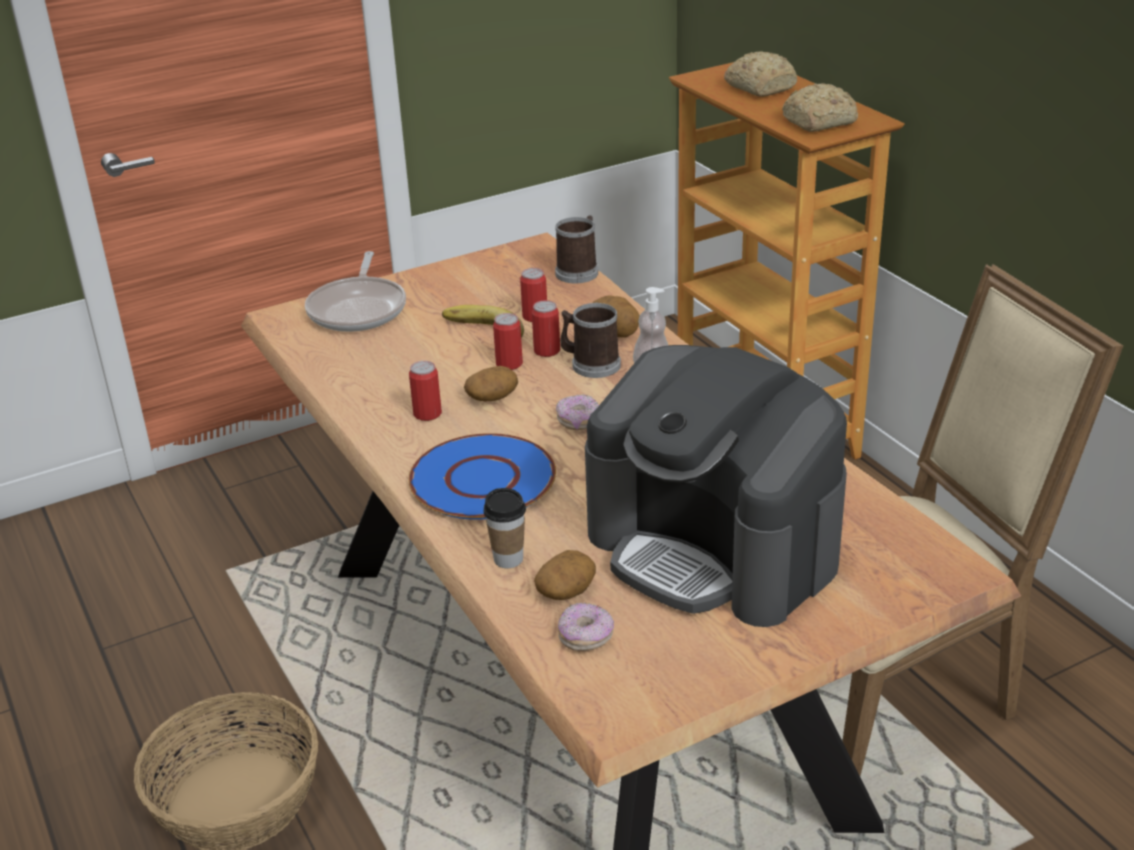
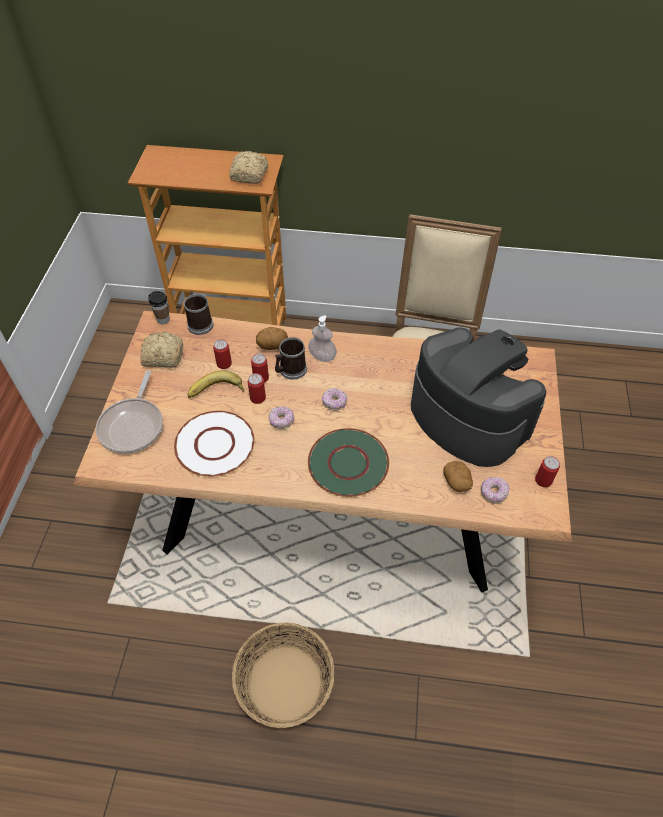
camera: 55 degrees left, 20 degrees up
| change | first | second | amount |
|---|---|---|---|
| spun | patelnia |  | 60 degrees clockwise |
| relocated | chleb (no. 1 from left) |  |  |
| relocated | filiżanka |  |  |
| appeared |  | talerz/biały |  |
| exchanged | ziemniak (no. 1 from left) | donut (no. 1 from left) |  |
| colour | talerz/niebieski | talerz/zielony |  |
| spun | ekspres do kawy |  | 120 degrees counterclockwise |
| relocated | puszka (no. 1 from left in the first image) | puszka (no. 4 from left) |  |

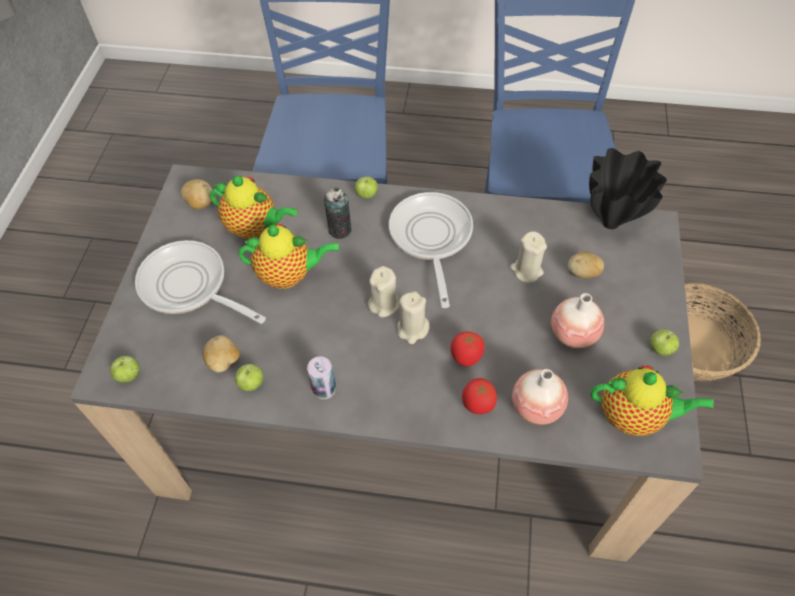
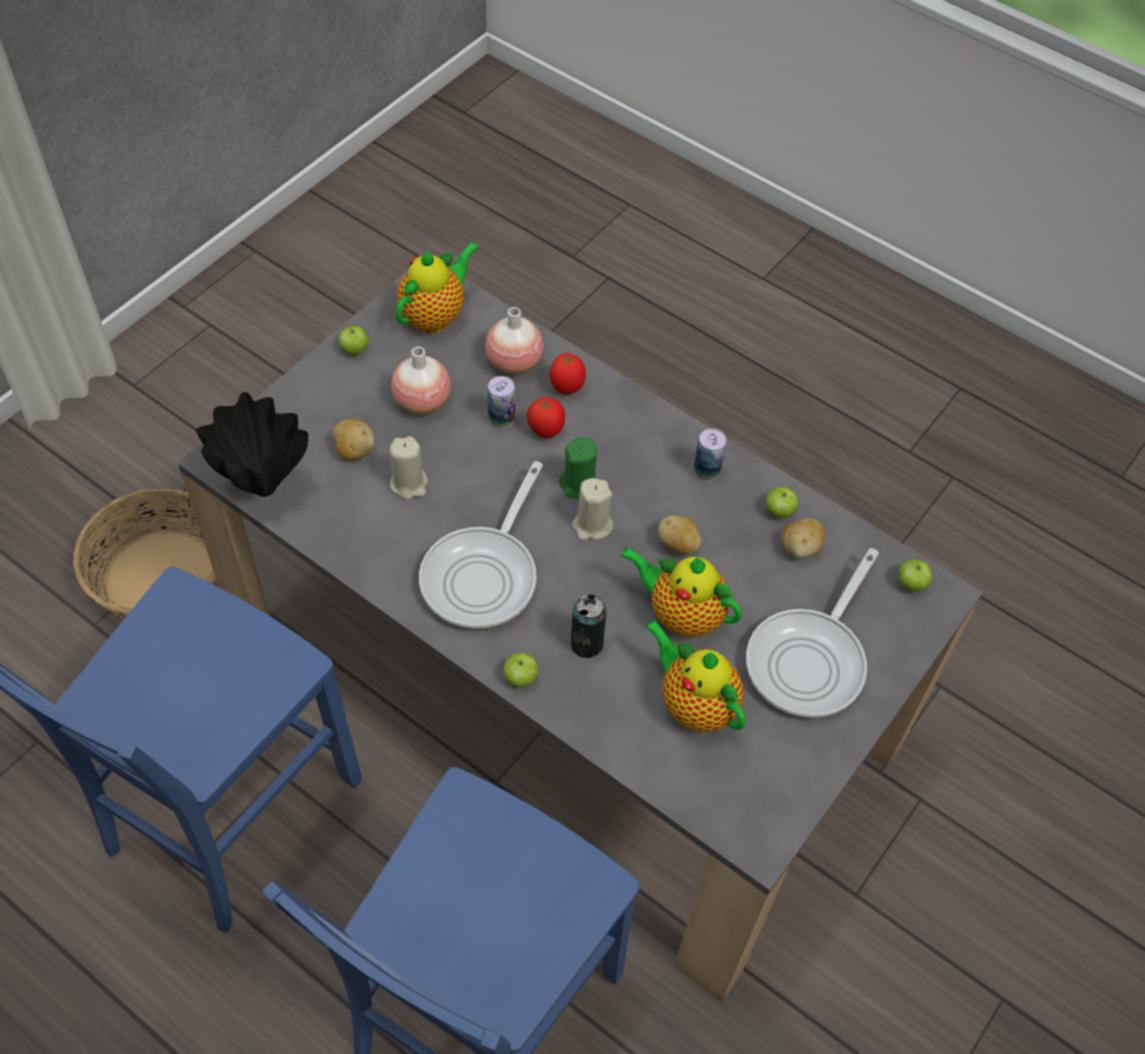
camera: 155 degrees left, 0 degrees up
| change | first | second | amount |
|---|---|---|---|
| spun | imbryk (no. 3 from left in the first image) | imbryk (no. 1 from left) | 90 degrees clockwise |
| appeared |  | puszka (no. 1 from left) |  |
| colour | świeca/beżowy (no. 2 from left) | świeca/zielony |  |
| relocated | ziemniak (no. 1 from left in the first image) | ziemniak (no. 2 from left) |  |
| spun | patelnia (no. 1 from left in the first image) | patelnia (no. 2 from left) | 60 degrees clockwise |

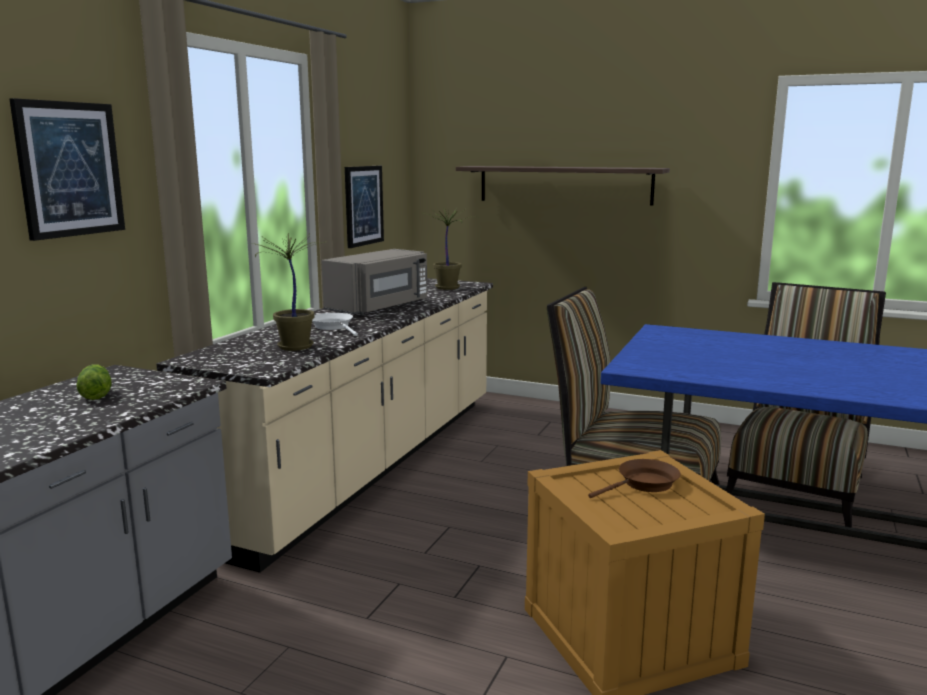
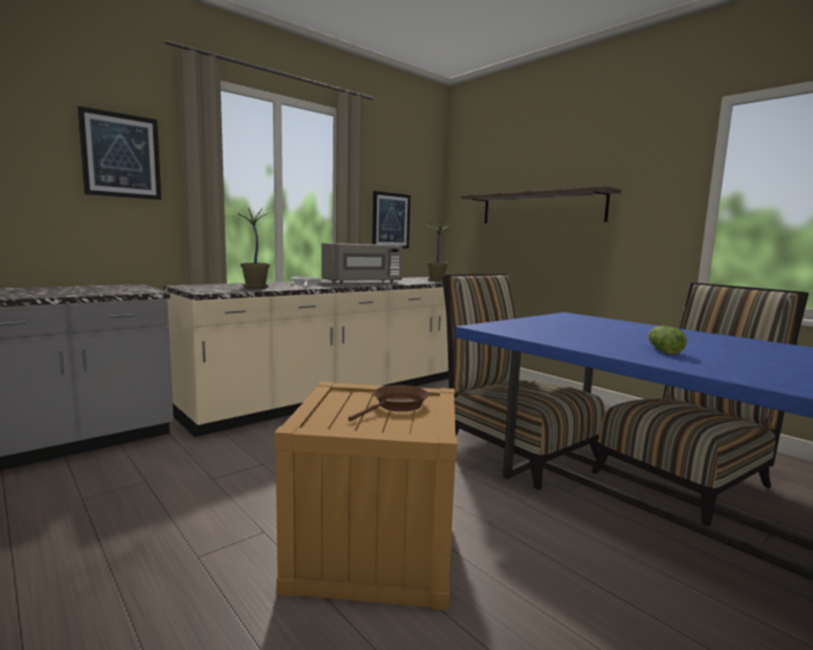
camera: 25 degrees right, 5 degrees down
| change | first | second | amount |
|---|---|---|---|
| spun | patelnia/brązowy |  | 45 degrees counterclockwise |
| relocated | sałata |  |  |

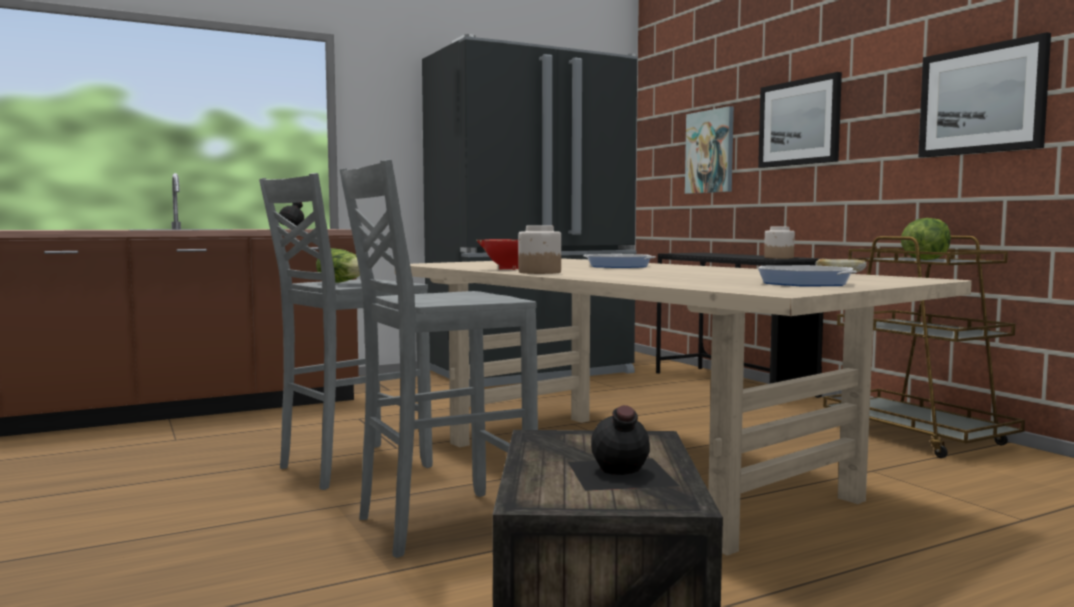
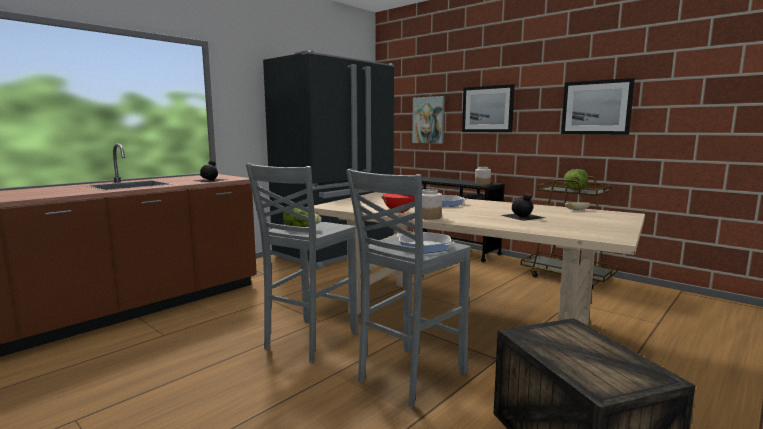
camera: 20 degrees left, 5 degrees up
| change | first | second | amount |
|---|---|---|---|
| relocated | patelnia (no. 2 from left in the first image) | patelnia (no. 1 from left) |  |
| relocated | butelka/czarny (no. 2 from left) |  |  |

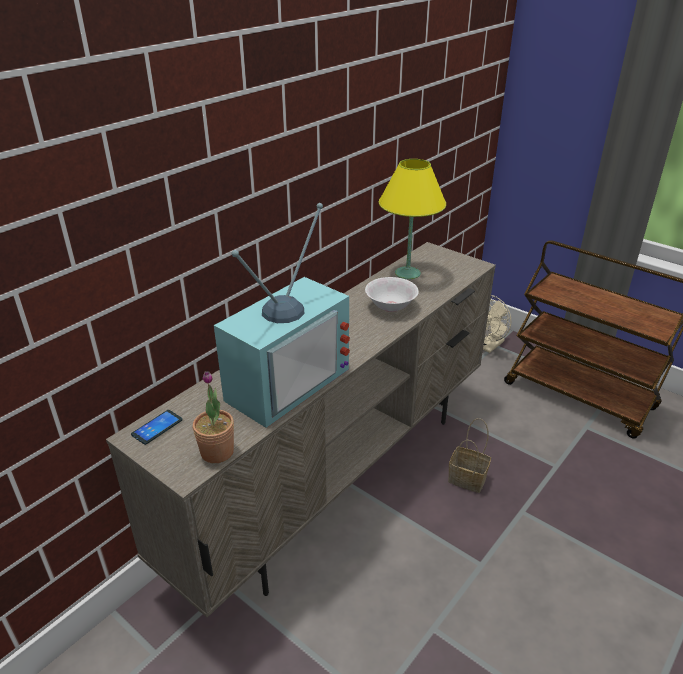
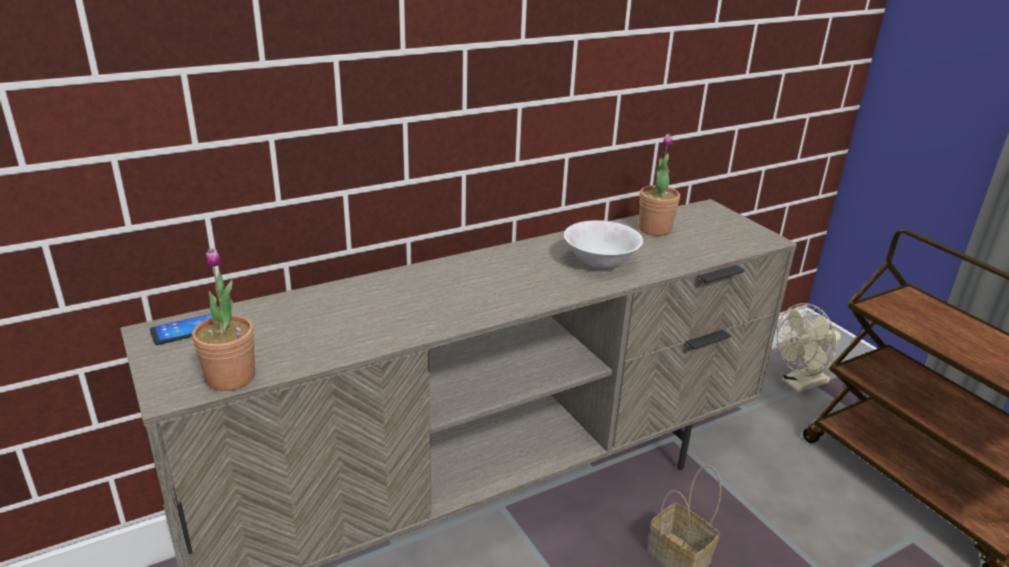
camera: 20 degrees right, 5 degrees down
| change | first | second | amount |
|---|---|---|---|
| exchanged | lampa stołowa/żółty | roślina doniczkowa (no. 2 from left) |  |
| missing | telewizor |  |  |

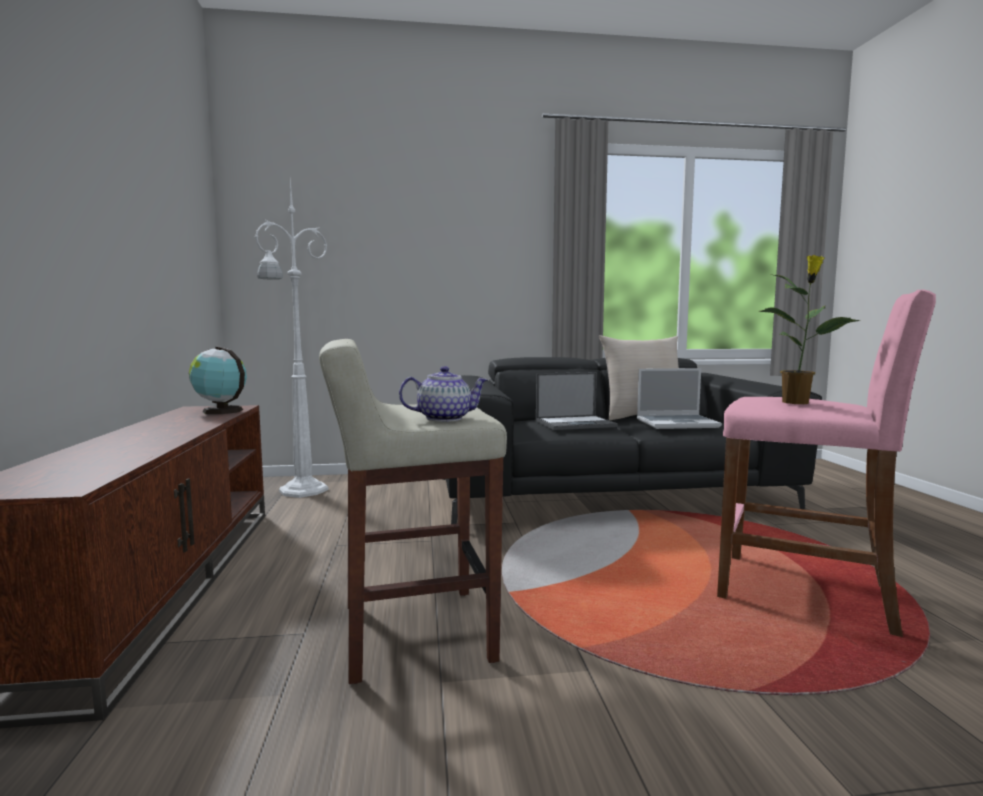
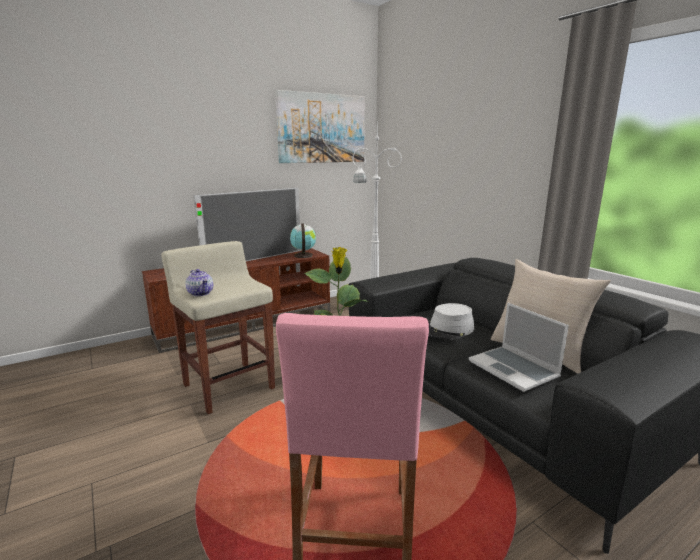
camera: 65 degrees right, 10 degrees up
| change | first | second | amount |
|---|---|---|---|
| appeared |  | telewizor |  |
| appeared |  | obraz |  |
| exchanged | laptop (no. 1 from left) | kapelusz/szary |  |

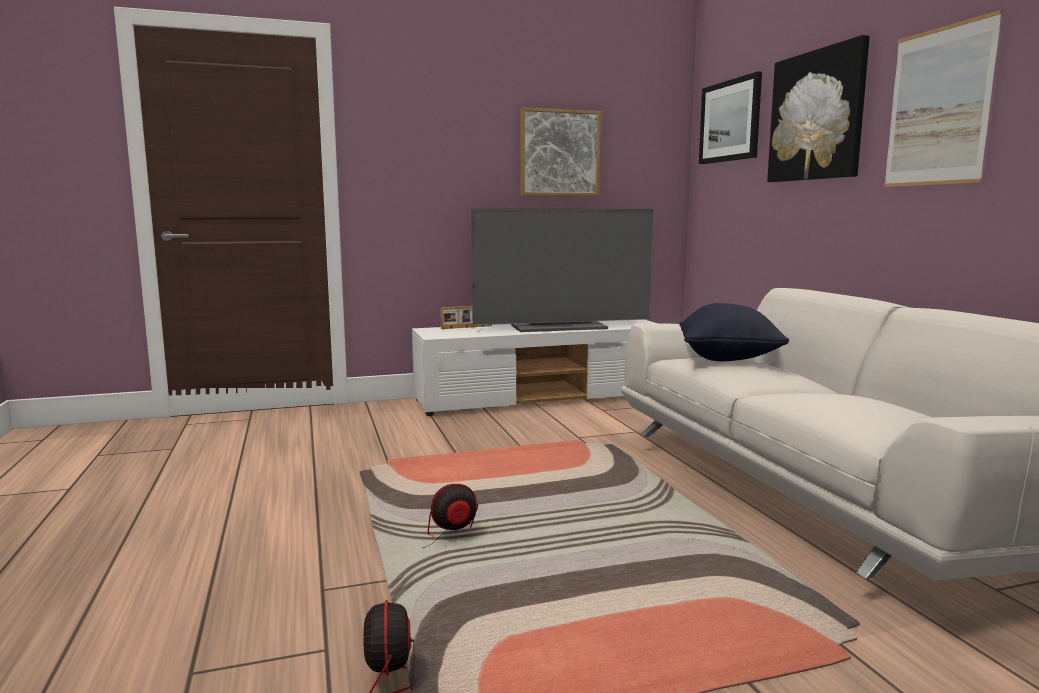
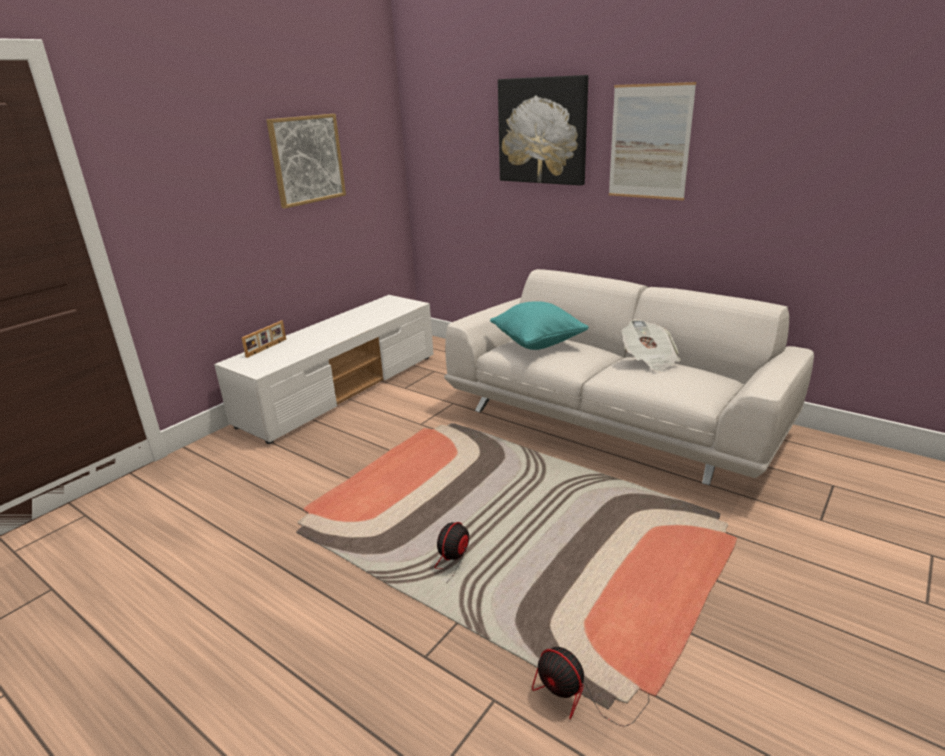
camera: 35 degrees left, 15 degrees up
| change | first | second | amount |
|---|---|---|---|
| colour | poduszka/czarny | poduszka/turkusowy |  |
| appeared |  | gazeta |  |
| missing | telewizor |  |  |
| missing | obraz (no. 2 from left) |  |  |

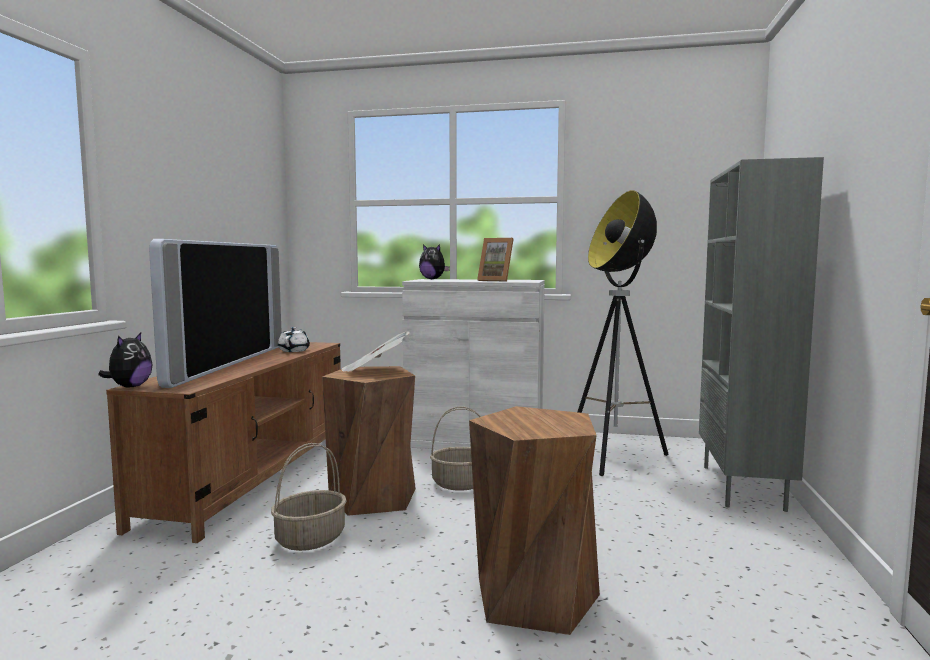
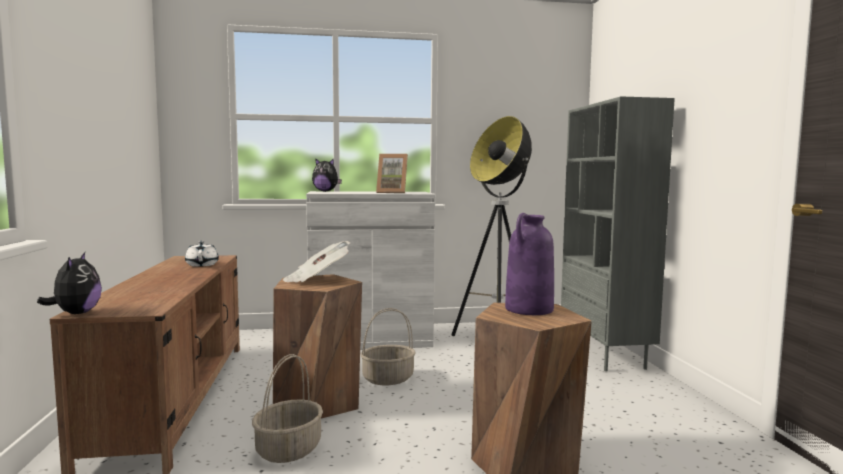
camera: 20 degrees left, 0 degrees up
| change | first | second | amount |
|---|---|---|---|
| appeared |  | wazon/fioletowy |  |
| missing | telewizor |  |  |

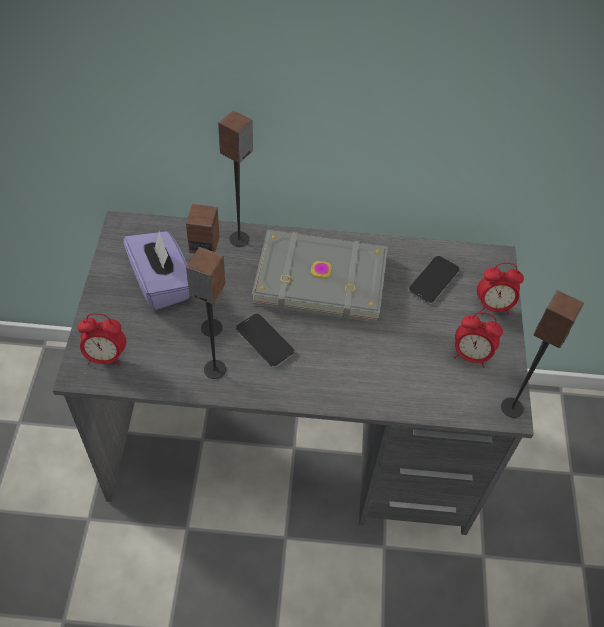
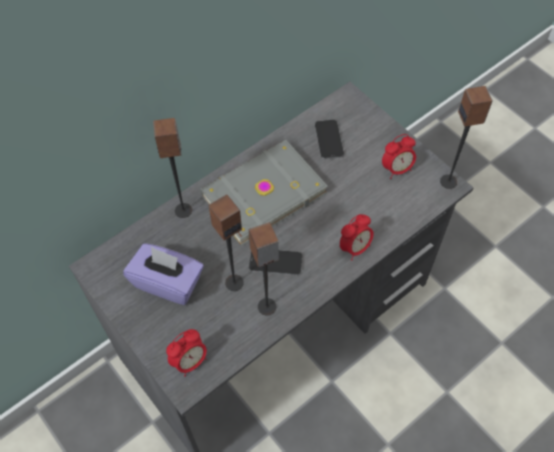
camera: 40 degrees left, 5 degrees up
| change | first | second | amount |
|---|---|---|---|
| relocated | budzik (no. 3 from left in the first image) | budzik (no. 2 from left) |  |

